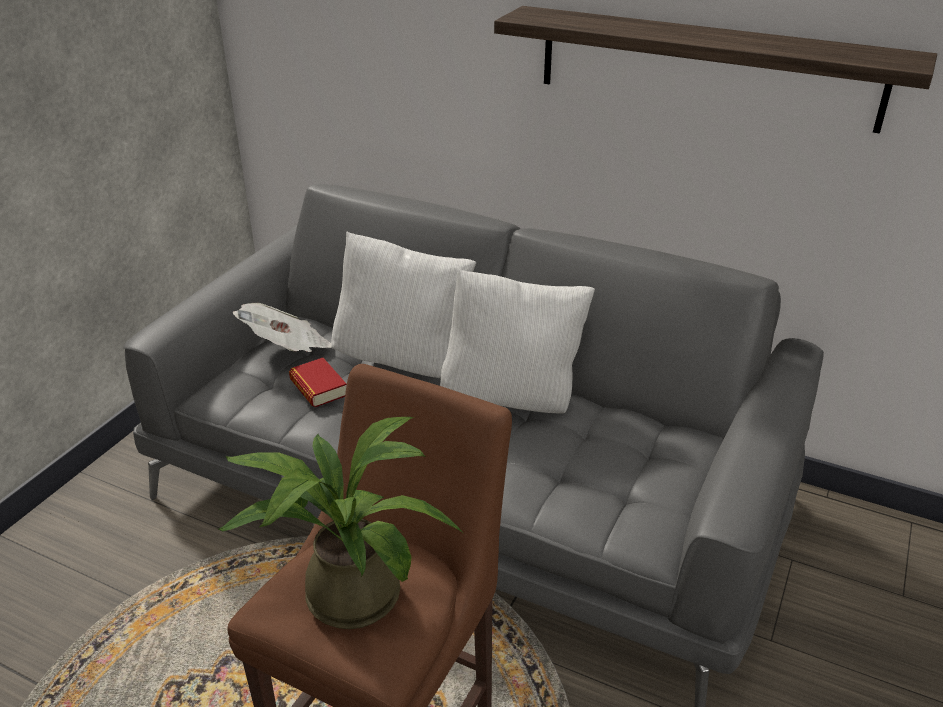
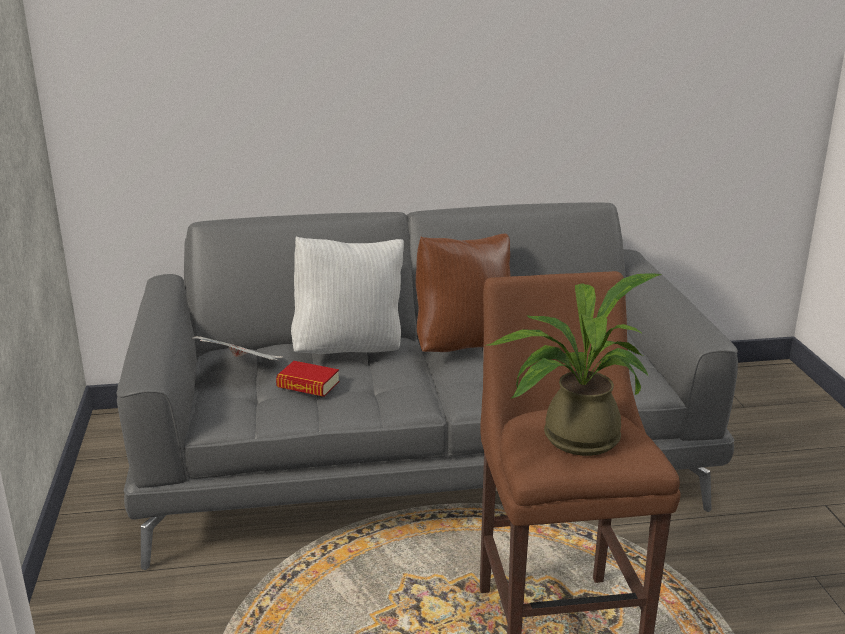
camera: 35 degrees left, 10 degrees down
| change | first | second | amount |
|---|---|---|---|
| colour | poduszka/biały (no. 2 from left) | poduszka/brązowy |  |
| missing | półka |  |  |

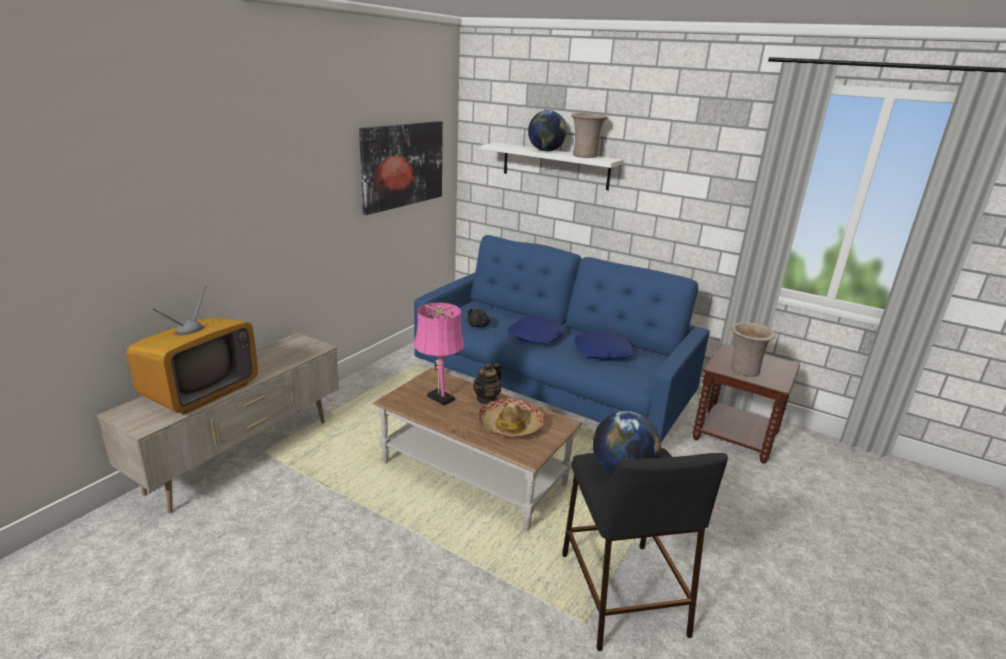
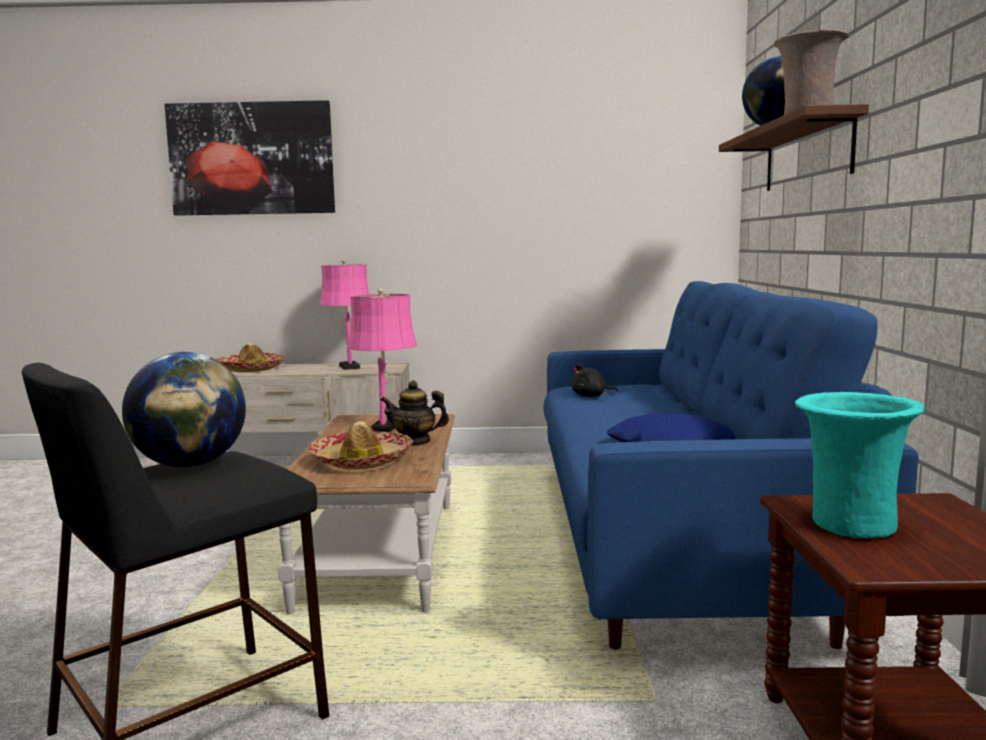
camera: 60 degrees right, 15 degrees down
| change | first | second | amount |
|---|---|---|---|
| relocated | obraz |  |  |
| exchanged | telewizor | kapelusz (no. 1 from left) |  |
| appeared |  | lampa stołowa/różowy (no. 1 from left) |  |
| colour | półka/biały | półka/brązowy |  |
| colour | wazon/beżowy (no. 2 from left) | wazon/turkusowy |  |
| missing | poduszka/niebieski (no. 1 from left) |  |  |

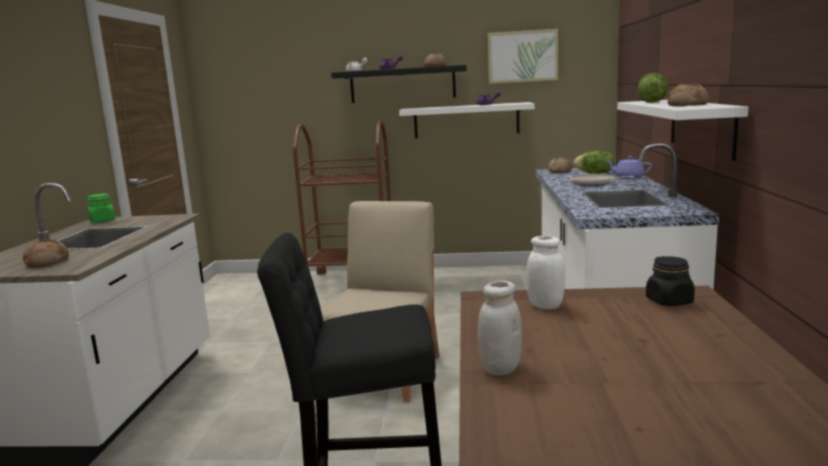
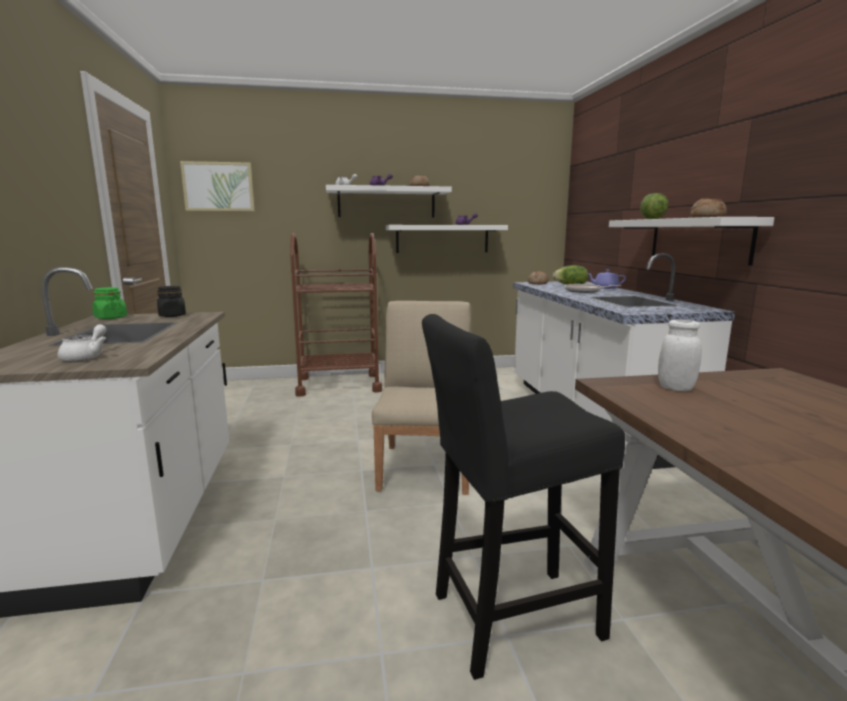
camera: 15 degrees left, 0 degrees up
| change | first | second | amount |
|---|---|---|---|
| exchanged | chleb (no. 1 from left) | imbryk/biały (no. 1 from left) |  |
| relocated | słoik/czarny |  |  |
| relocated | obraz |  |  |
| colour | półka/czarny | półka/biały (no. 1 from left) |  |
| missing | słoik/biały (no. 1 from left) |  |  |

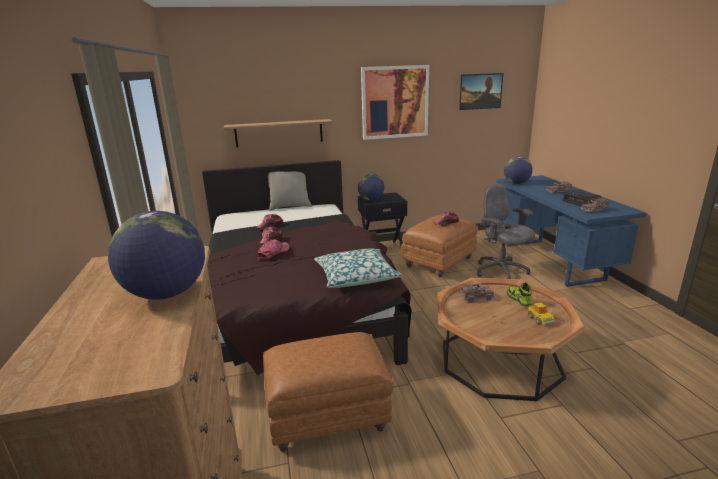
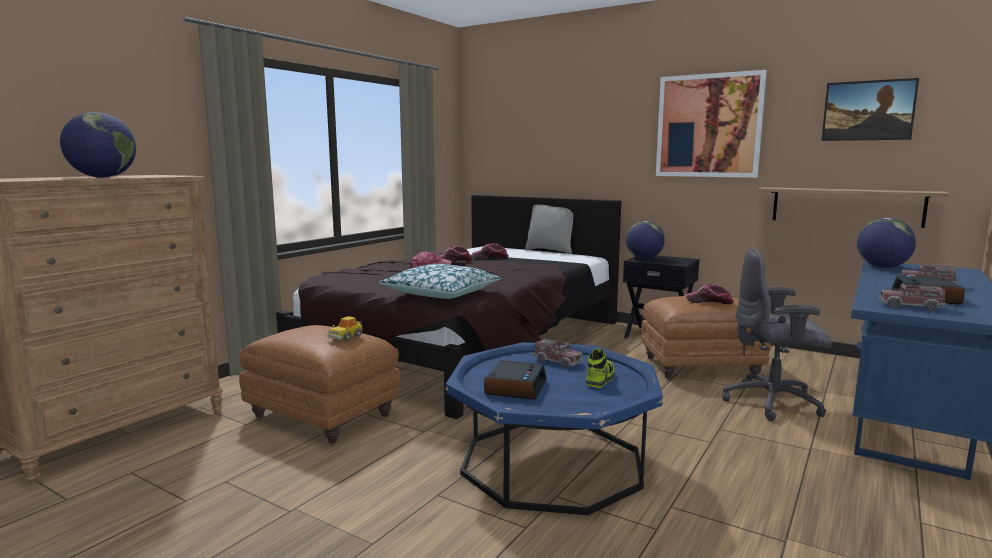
camera: 45 degrees right, 10 degrees down
| change | first | second | amount |
|---|---|---|---|
| relocated | samochodzik |  |  |
| colour | ława/brązowy | ława/niebieski |  |
| appeared |  | budzik (no. 1 from left) |  |
| spun | krzesło biurowe/szary |  | 90 degrees counterclockwise |
| relocated | półka |  |  |

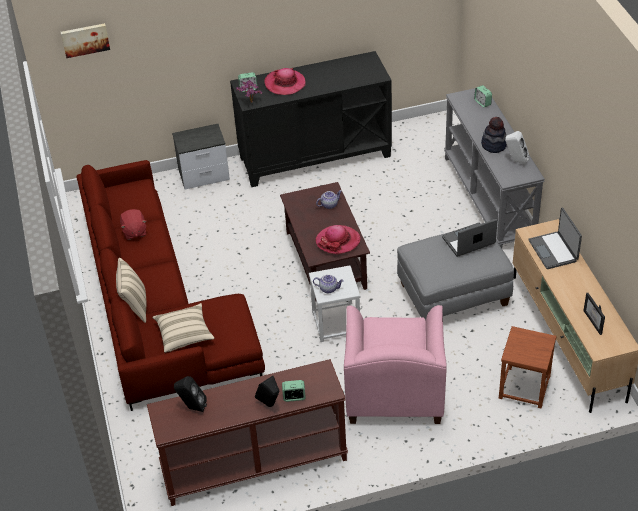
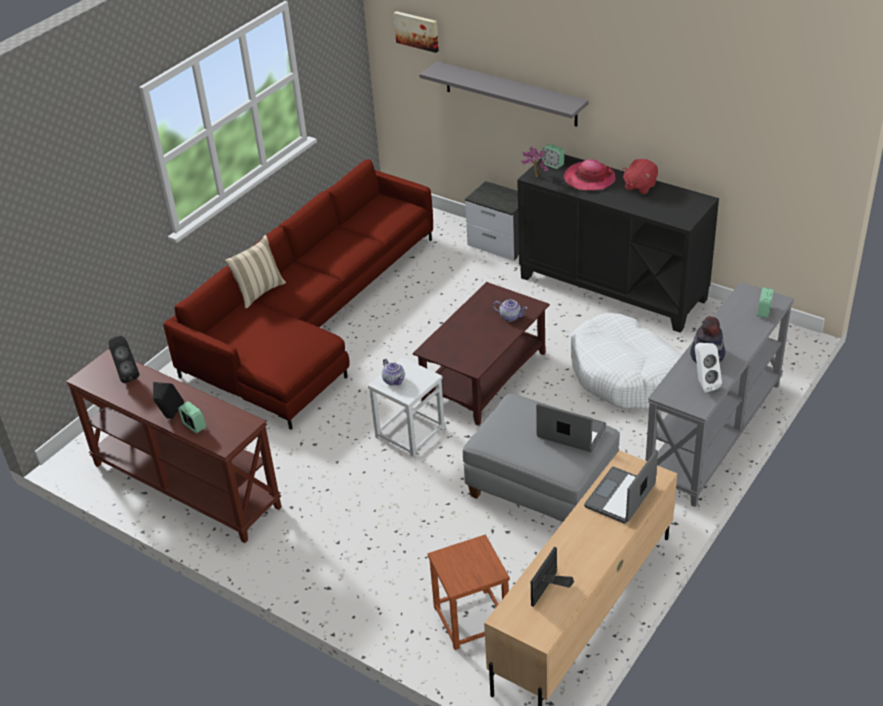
camera: 50 degrees right, 5 degrees down
| change | first | second | amount |
|---|---|---|---|
| appeared |  | półka/szary |  |
| appeared |  | legowisko/biały |  |
| relocated | pluszak/czerwony |  |  |
| missing | poduszka/beżowy (no. 2 from left) |  |  |
| missing | kapelusz (no. 2 from left) |  |  |
| missing | fotel/różowy |  |  |

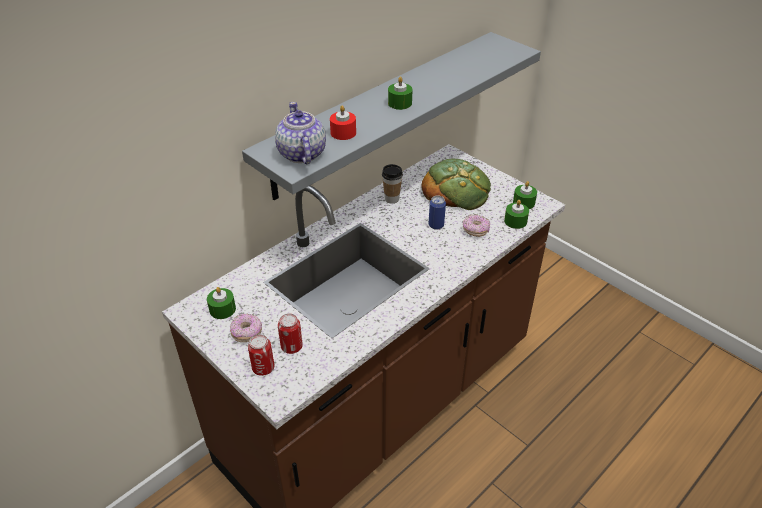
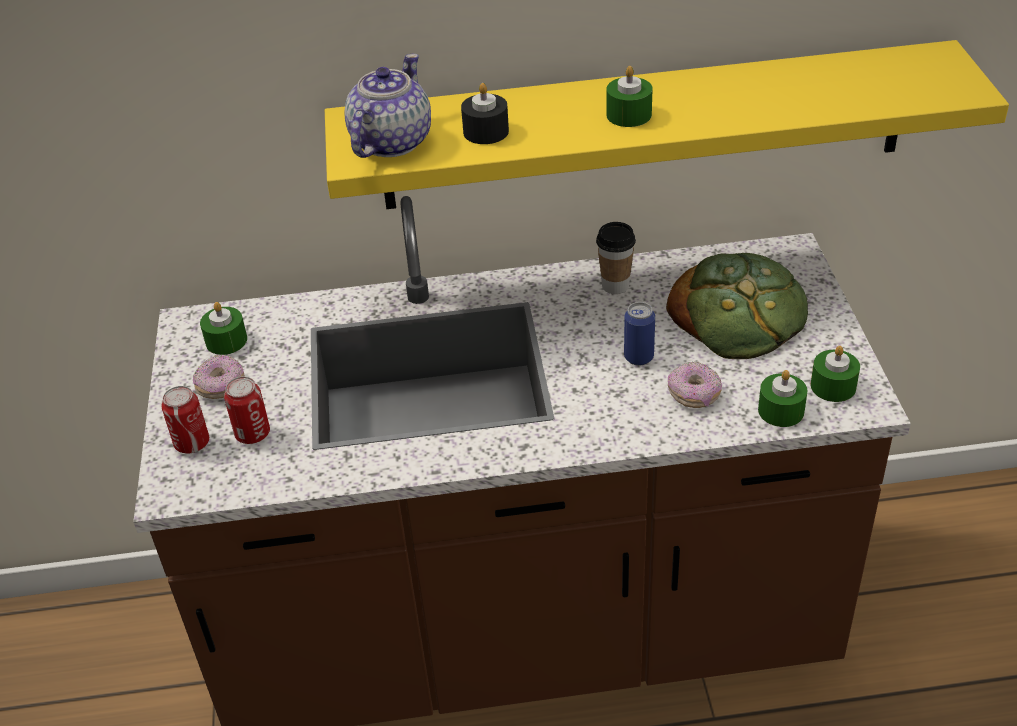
camera: 40 degrees right, 0 degrees up
| change | first | second | amount |
|---|---|---|---|
| colour | półka/szary | półka/żółty |  |
| colour | świeca/czerwony | świeca/czarny |  |

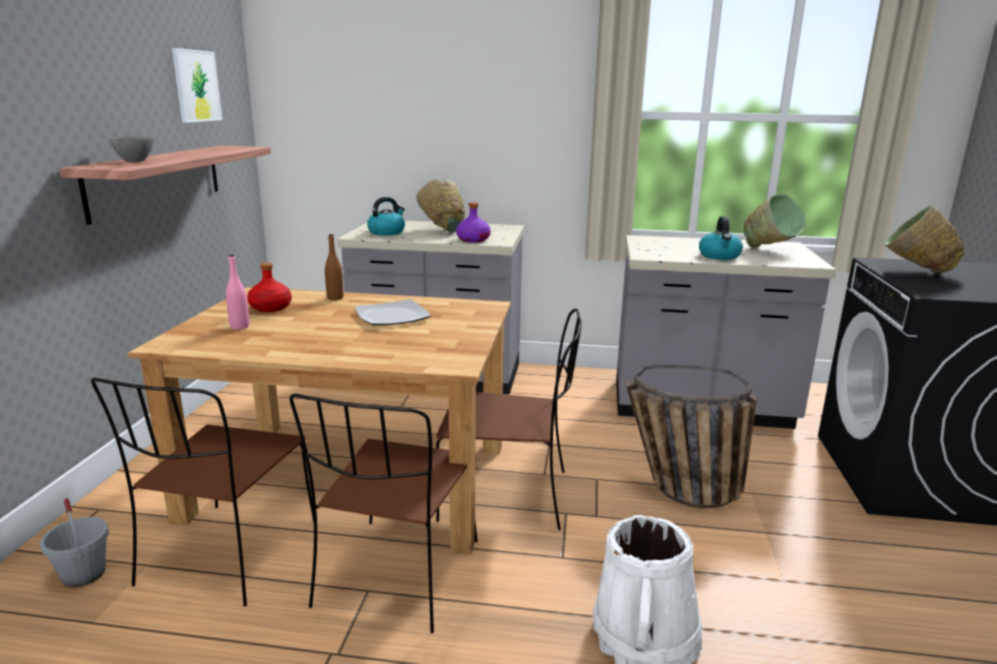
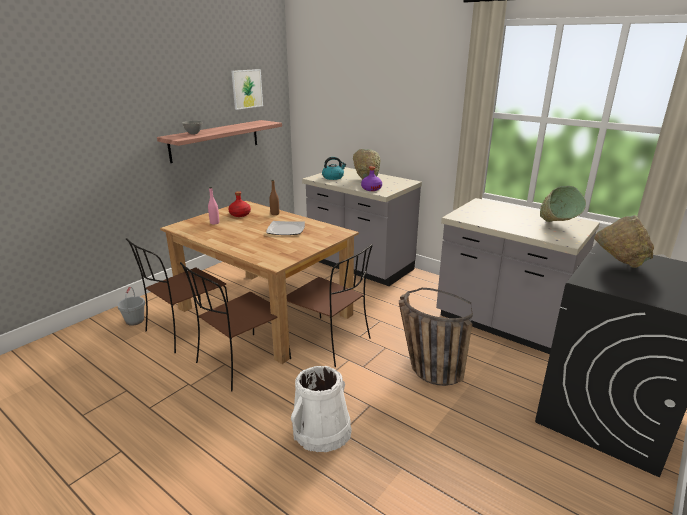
camera: 30 degrees right, 5 degrees up
| change | first | second | amount |
|---|---|---|---|
| missing | czajnik (no. 2 from left) |  |  |

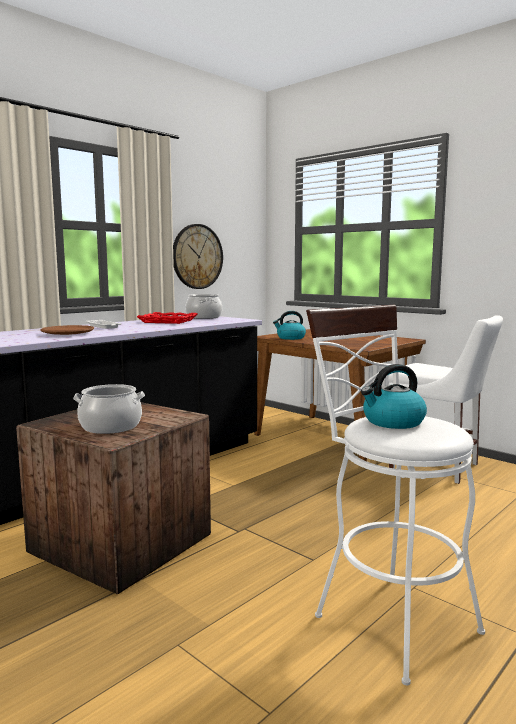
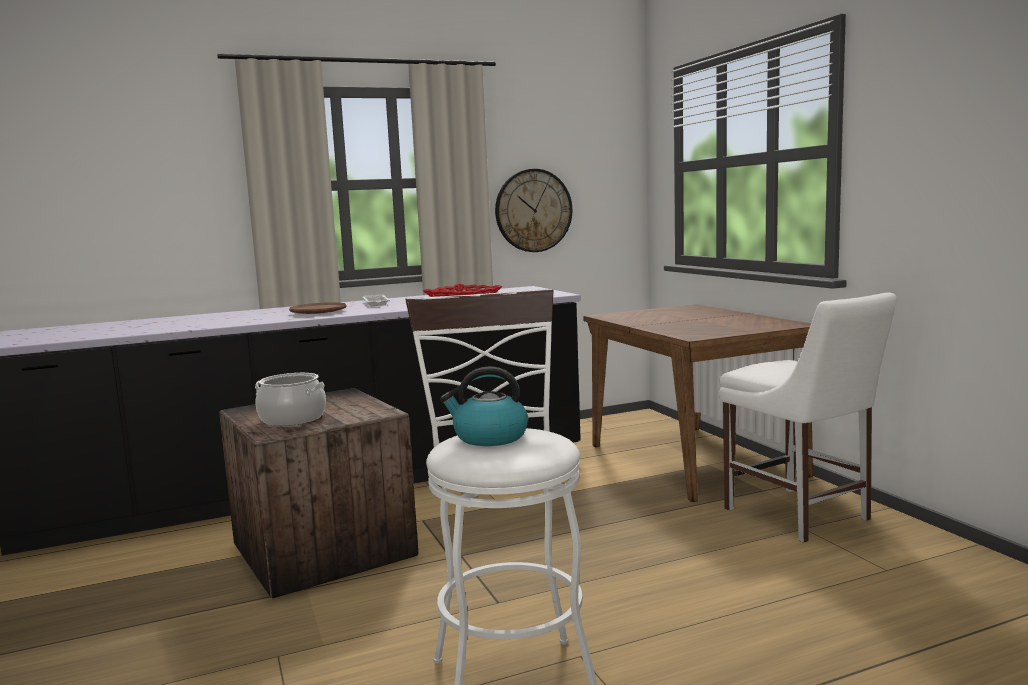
camera: 25 degrees right, 0 degrees up
| change | first | second | amount |
|---|---|---|---|
| missing | garnek (no. 2 from left) |  |  |
| missing | czajnik (no. 1 from left) |  |  |

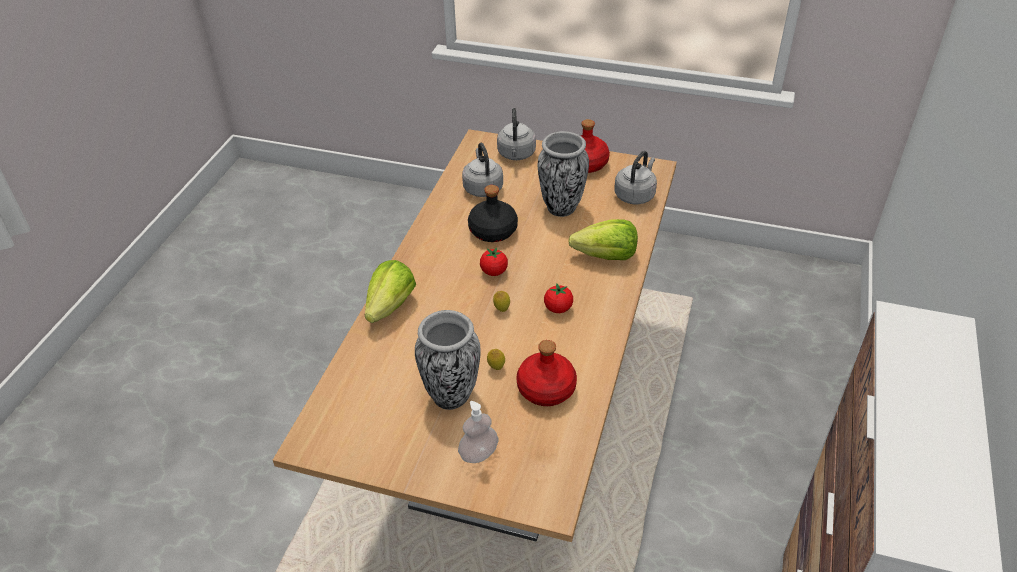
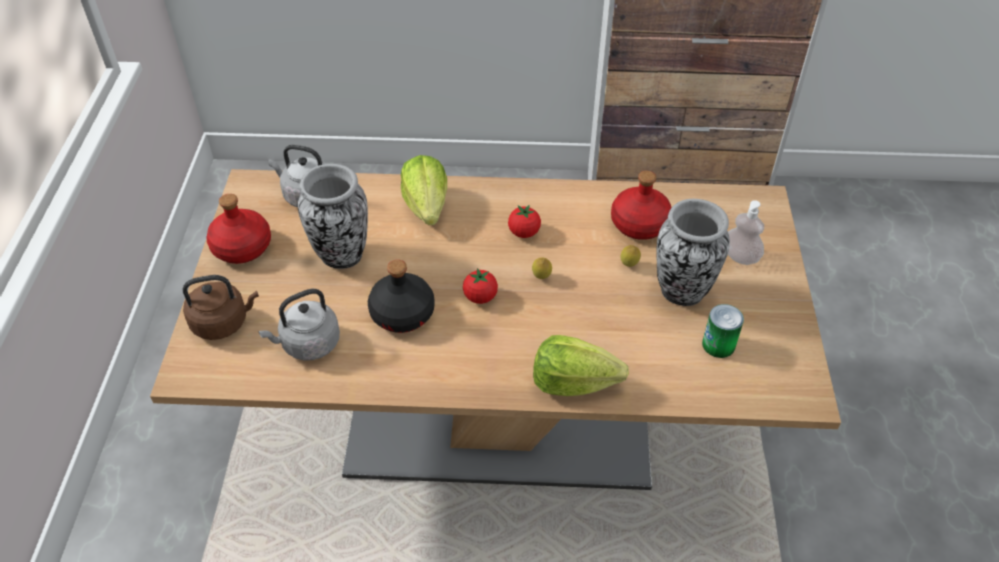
camera: 105 degrees left, 5 degrees up
| change | first | second | amount |
|---|---|---|---|
| colour | czajnik/szary (no. 2 from left) | czajnik/brązowy |  |
| appeared |  | puszka |  |

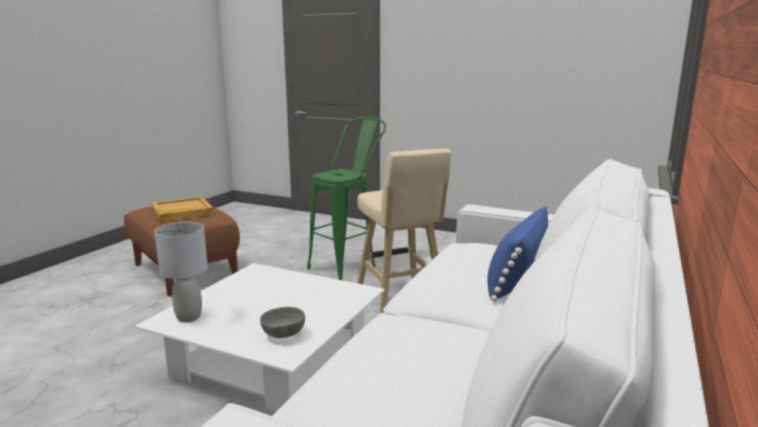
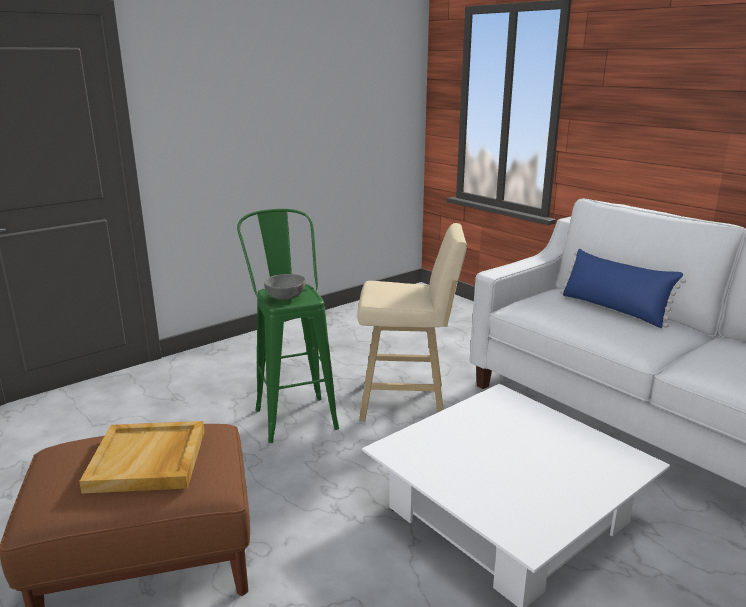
camera: 65 degrees left, 5 degrees up
| change | first | second | amount |
|---|---|---|---|
| relocated | miska/szary |  |  |
| missing | lampa stołowa/szary |  |  |

